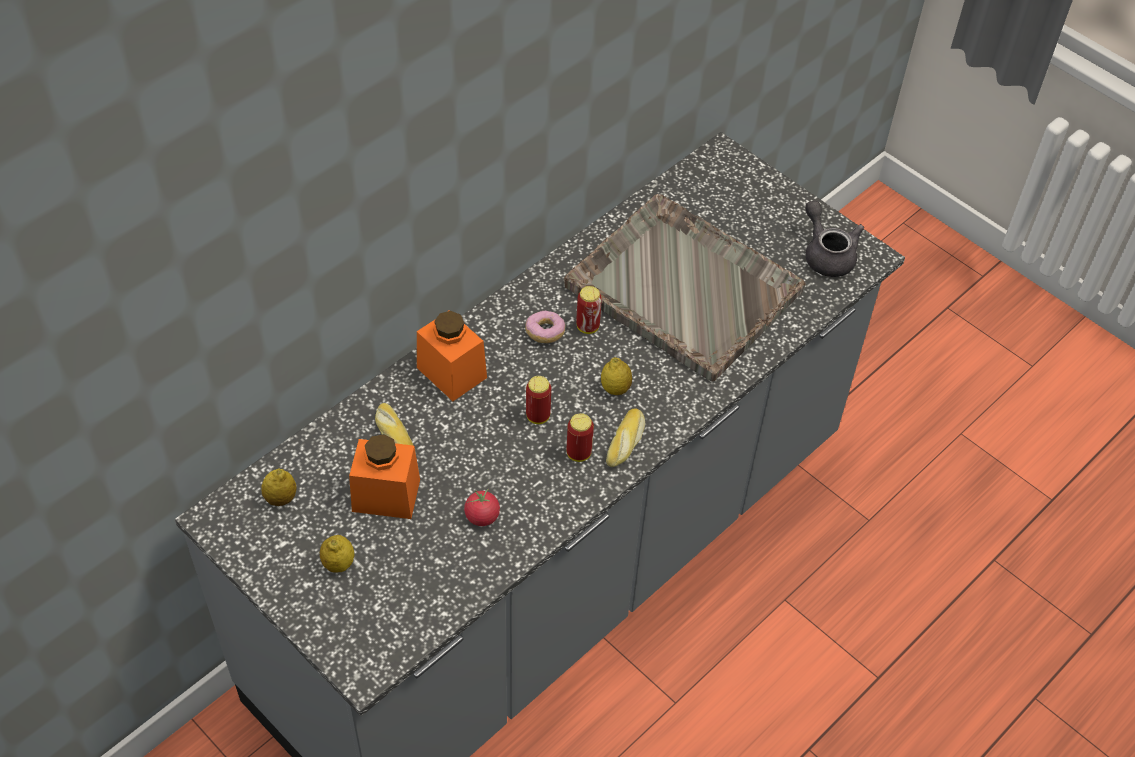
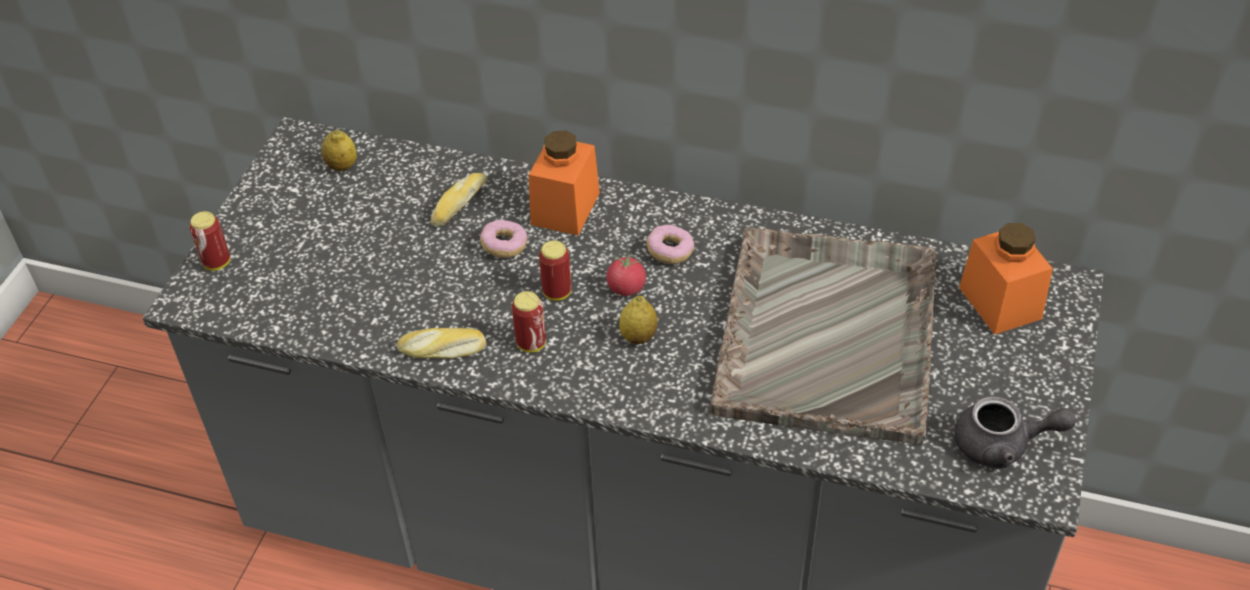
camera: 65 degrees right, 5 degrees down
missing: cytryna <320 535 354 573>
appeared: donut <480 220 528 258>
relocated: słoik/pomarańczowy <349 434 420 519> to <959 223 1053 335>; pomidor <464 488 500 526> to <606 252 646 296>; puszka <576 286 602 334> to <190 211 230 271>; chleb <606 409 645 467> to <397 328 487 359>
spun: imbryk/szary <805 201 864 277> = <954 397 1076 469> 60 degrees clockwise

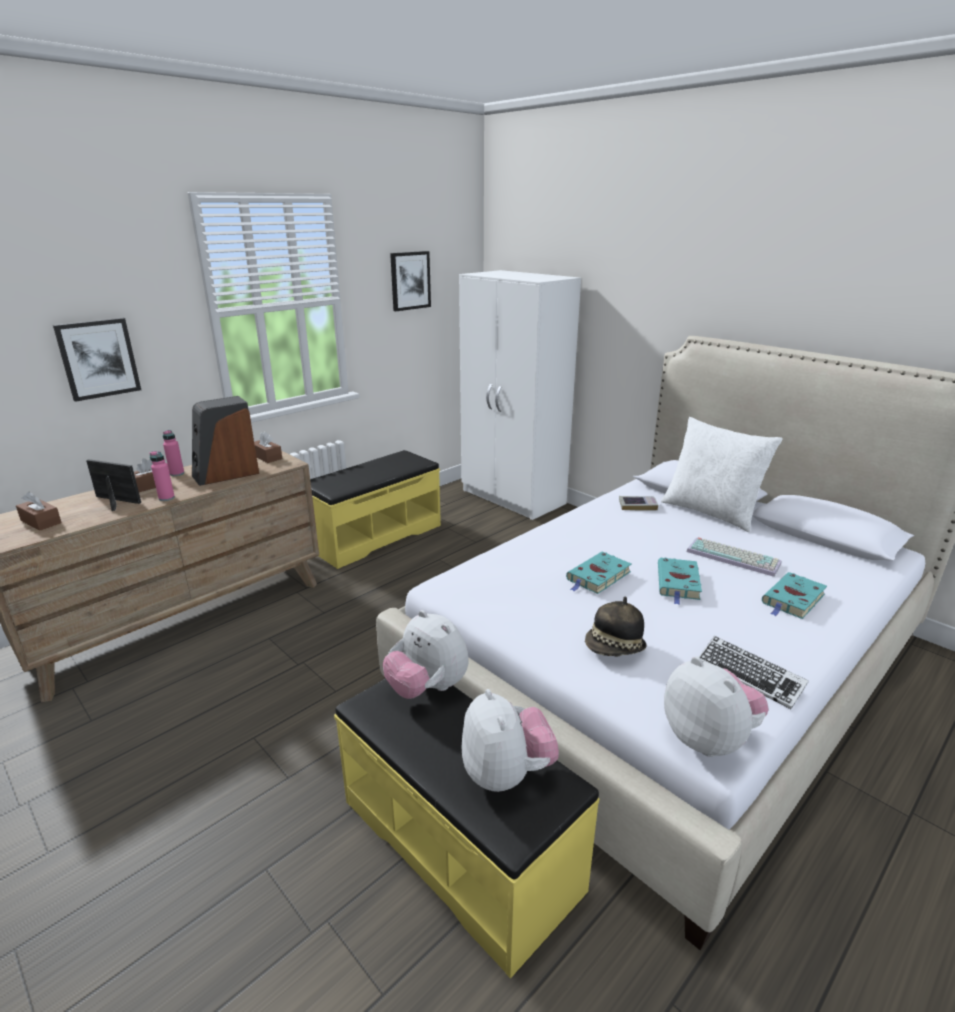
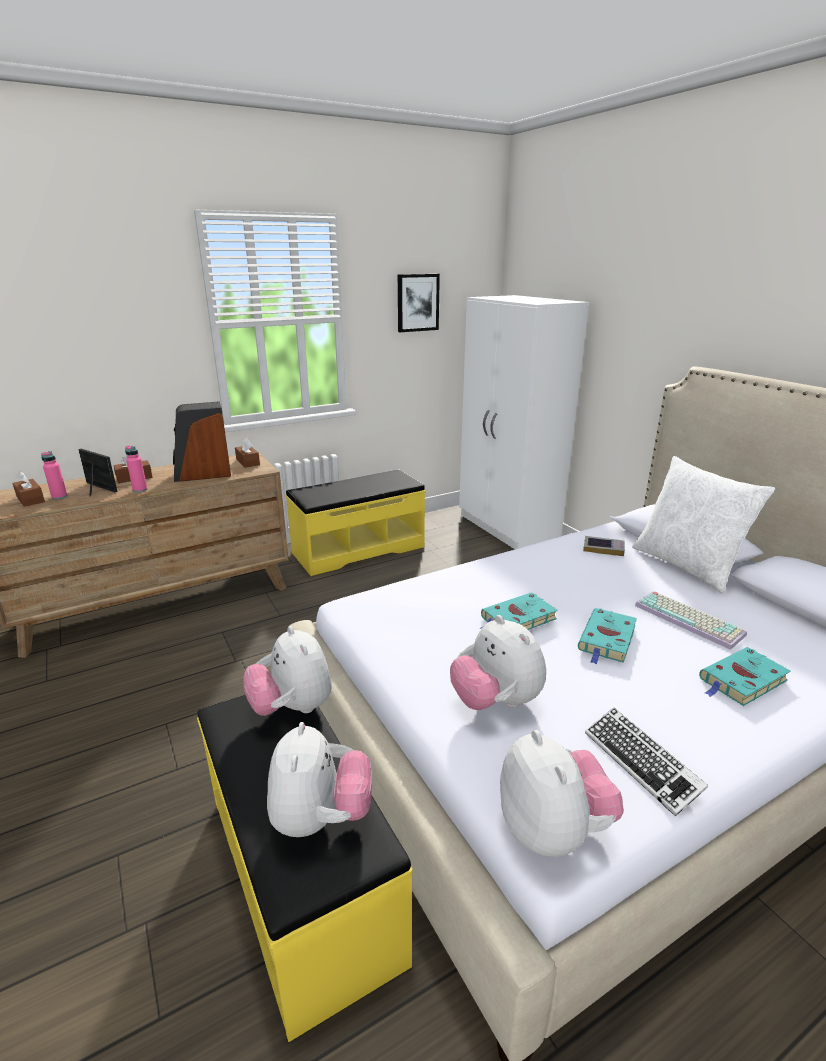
camera: 15 degrees right, 0 degrees up
missing: obraz <53 318 141 402>
relocated: butelka/różowy <163 430 184 476> to <41 451 67 499>
exchanged: kapelusz <585 597 647 656> to pluszak <450 615 546 710>

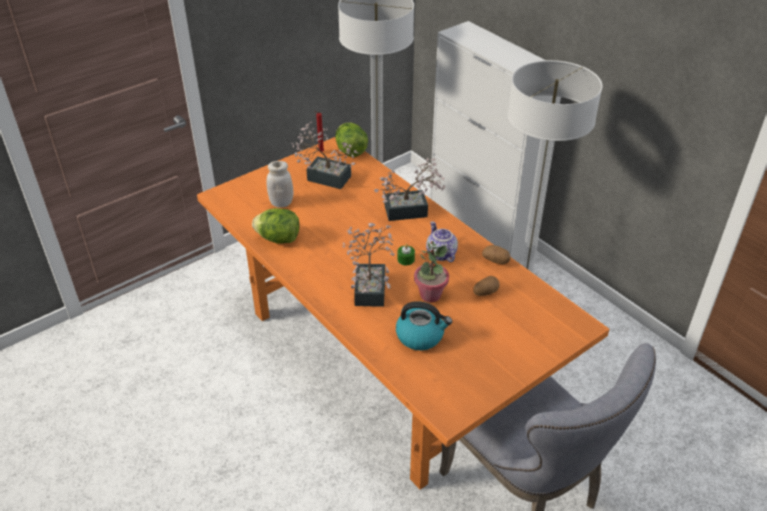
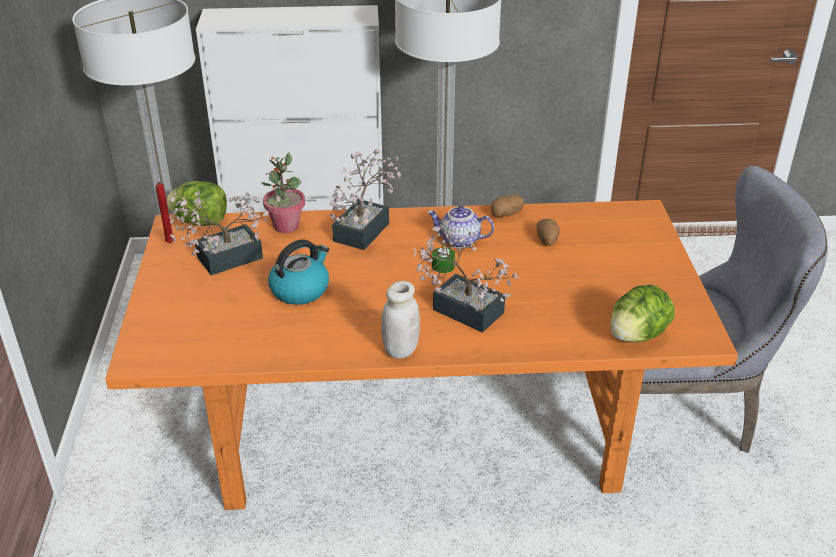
camera: 55 degrees left, 5 degrees down
relocated: sałata <252 208 300 244> to <610 285 675 342>; słoik/biały <266 161 293 208> to <381 281 420 359>; czajnik <396 301 452 350> to <268 239 329 305>; roślina doniczkowa <414 241 449 302> to <261 152 305 233>

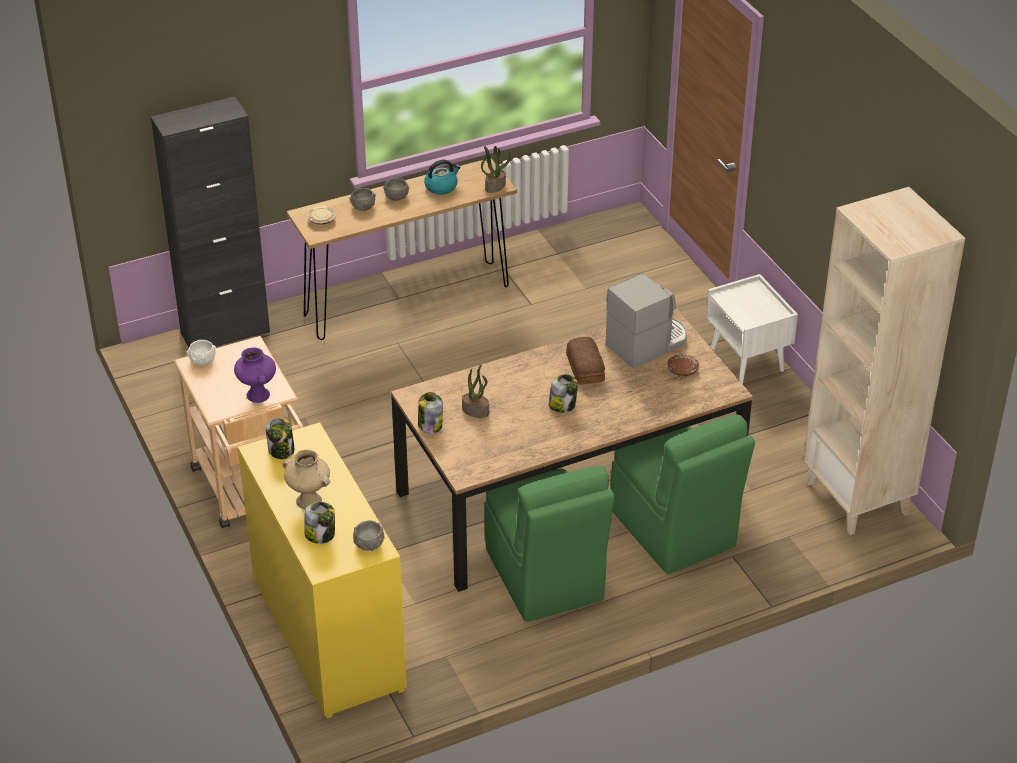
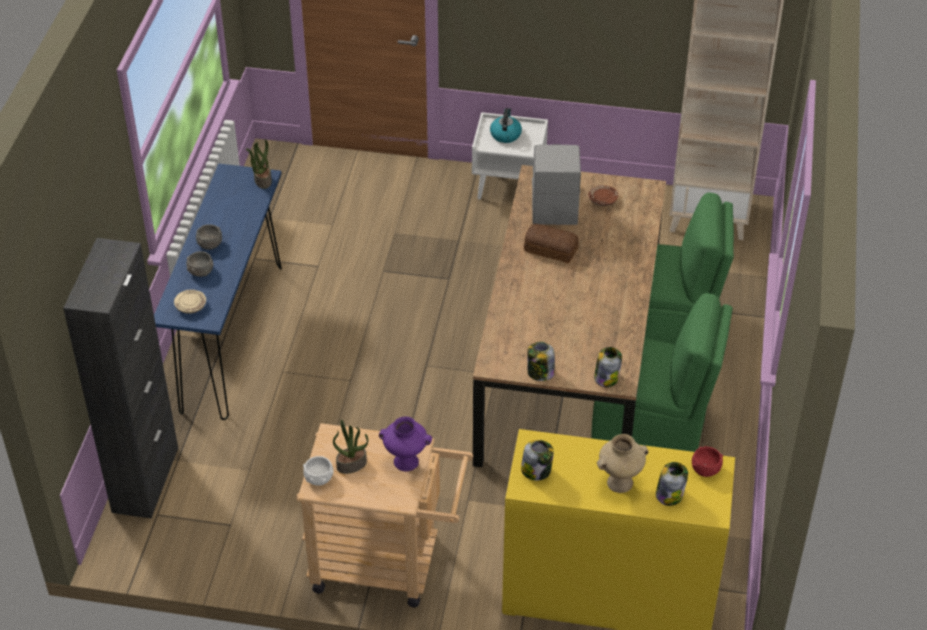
camera: 55 degrees left, 5 degrees up
relocated: czajnik <424 160 461 195> to <490 108 522 143>; roślina doniczkowa <462 364 489 418> to <333 420 368 474>; słoik <549 374 578 413> to <594 347 622 387>
colour: stolik konsolowy/brązowy <287 159 517 340> to stolik konsolowy/niebieski <154 164 282 420>; miska/szary <353 520 385 551> to miska/czerwony <692 446 723 477>

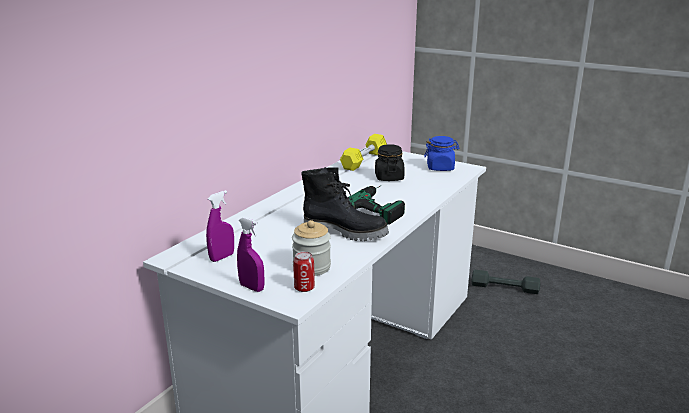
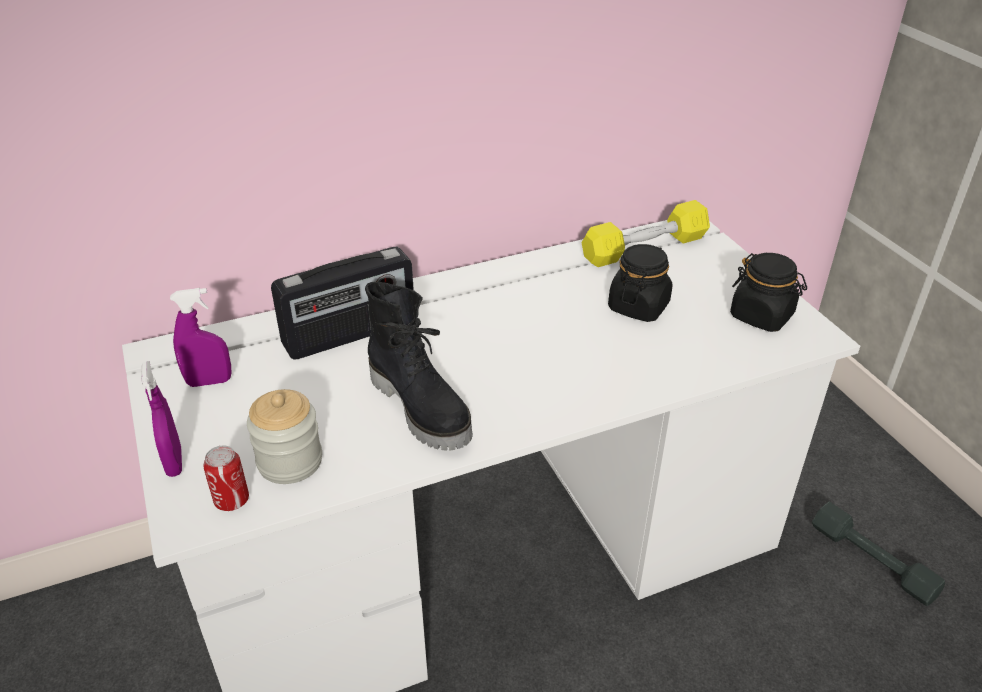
camera: 35 degrees right, 15 degrees up
missing: wiertarka <349 185 405 225>
appeared: radio <271 247 414 360>
colour: słoik/niebieski <424 136 460 171> to słoik/czarny <730 253 807 332>

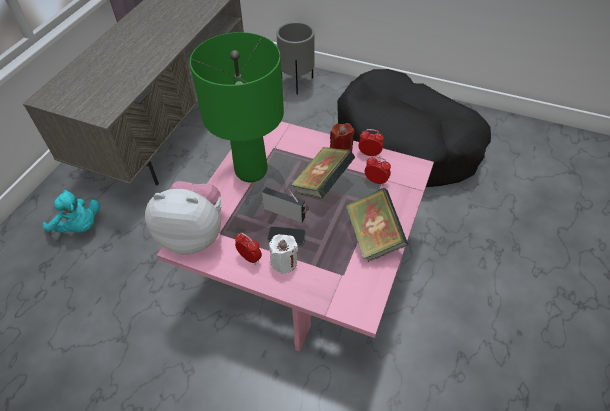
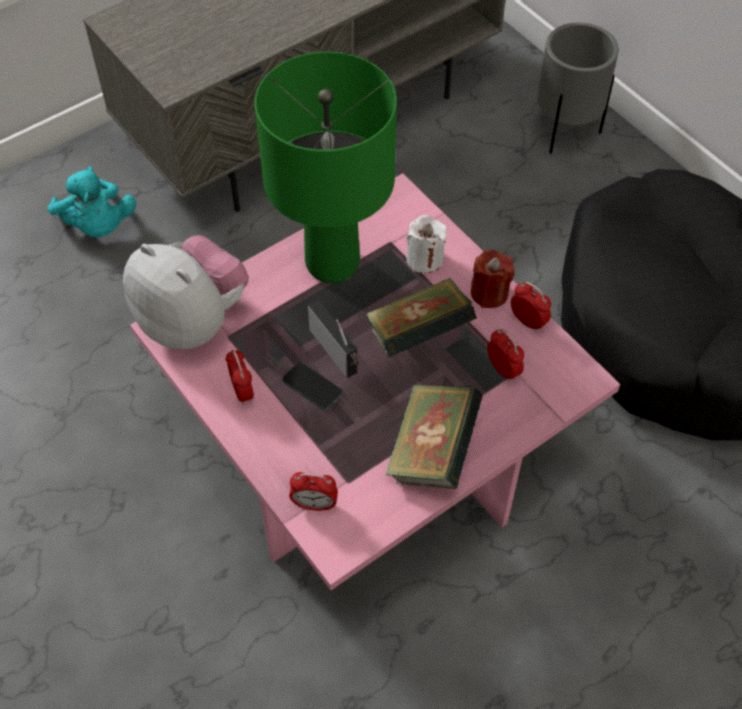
camera: 30 degrees right, 5 degrees up
appeared: budzik <289 472 338 511>
relocated: świeca/biały <269 234 298 274> to <406 215 447 273>

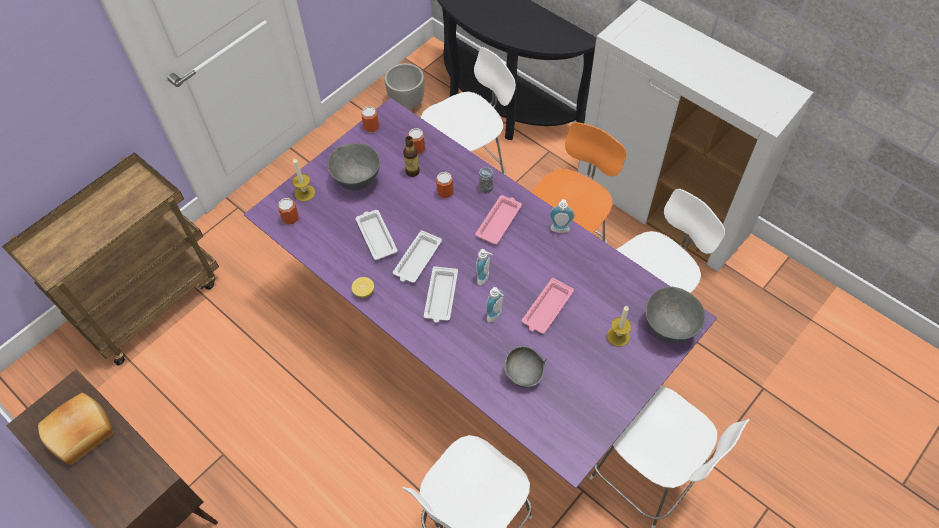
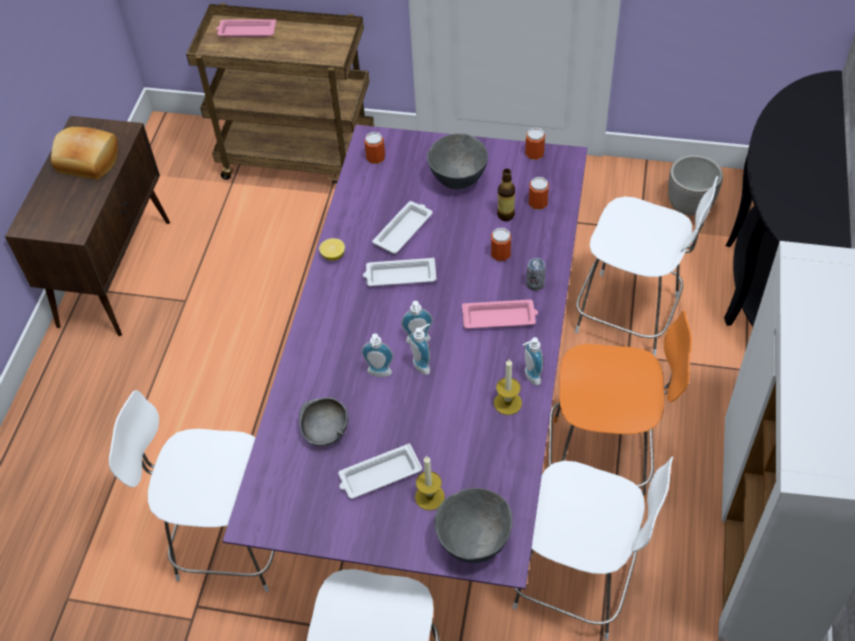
camera: 60 degrees right, 5 degrees down
appeared: dozownik mydła <410 324 430 375>
relocated: świeca <292 158 315 201> to <494 359 522 415>; taca/biały <424 266 458 323> to <338 443 422 499>; taca/różowy <522 278 574 334> to <216 19 276 37>

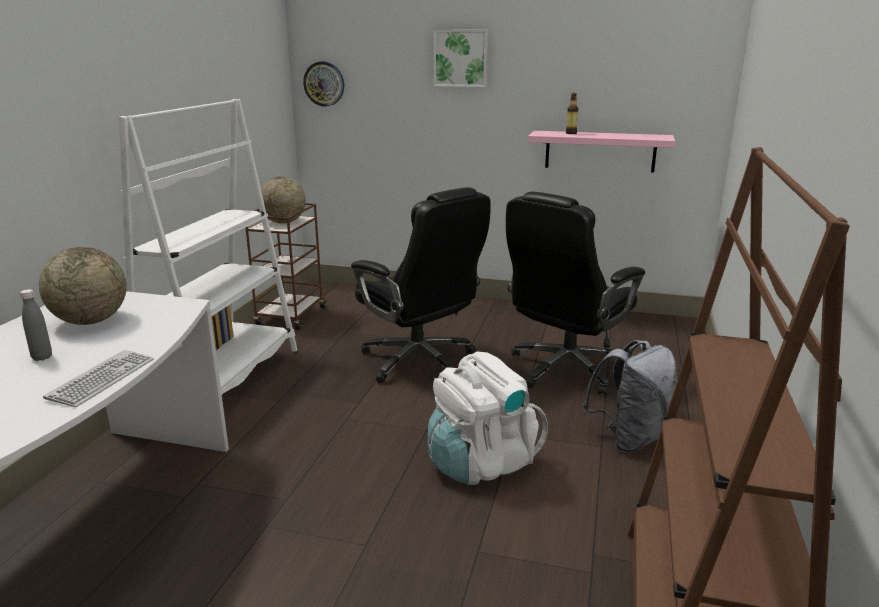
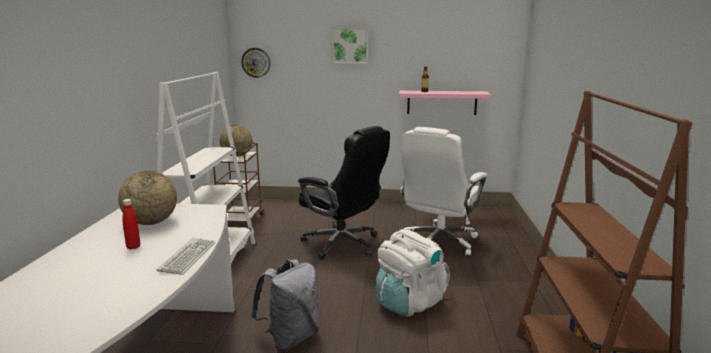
camera: 10 degrees left, 5 degrees down
relocated: plecak/szary <583 340 677 452> to <251 259 319 351>
colour: butelka/szary <20 289 52 361> to butelka/czerwony <123 199 140 249>; krzesło biurowe/czarny <506 192 645 396> to krzesło biurowe/biały <400 127 487 256>

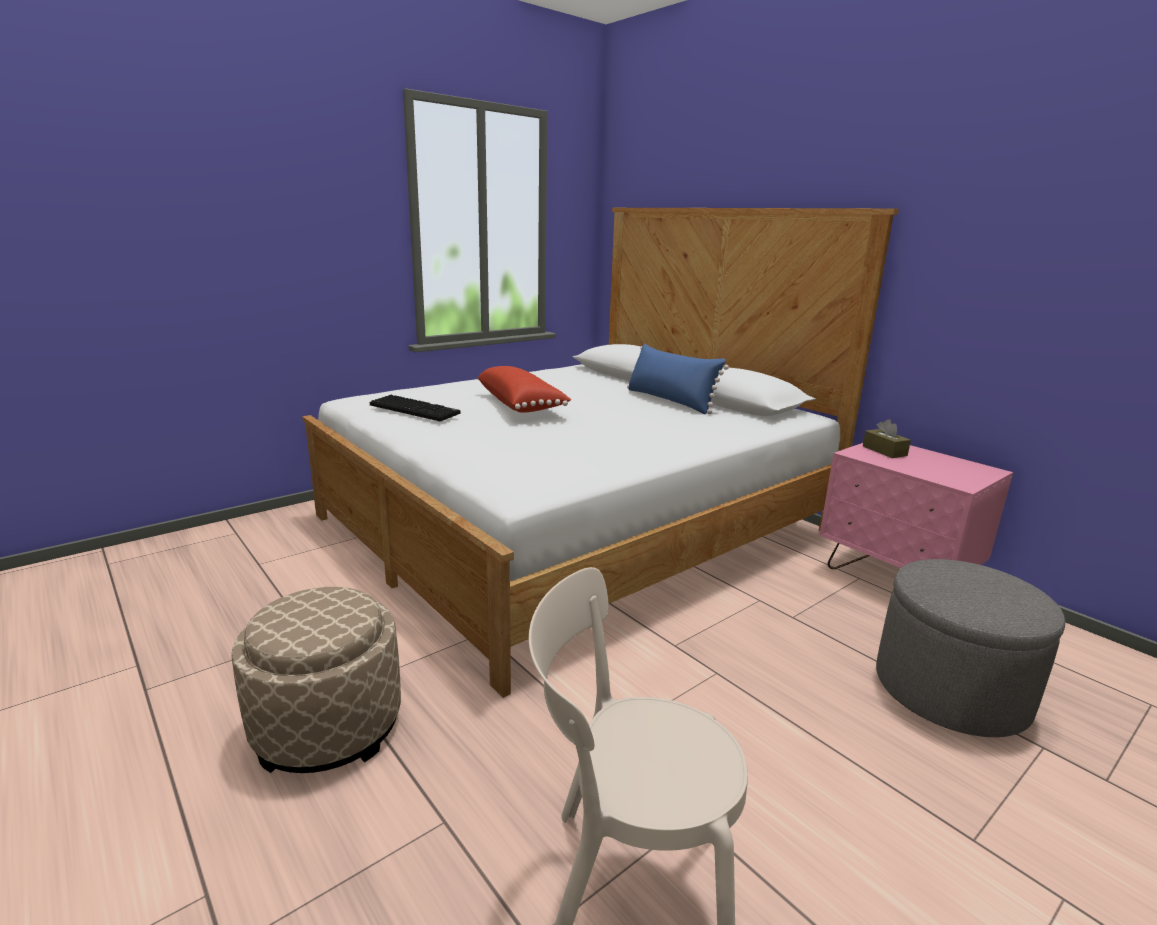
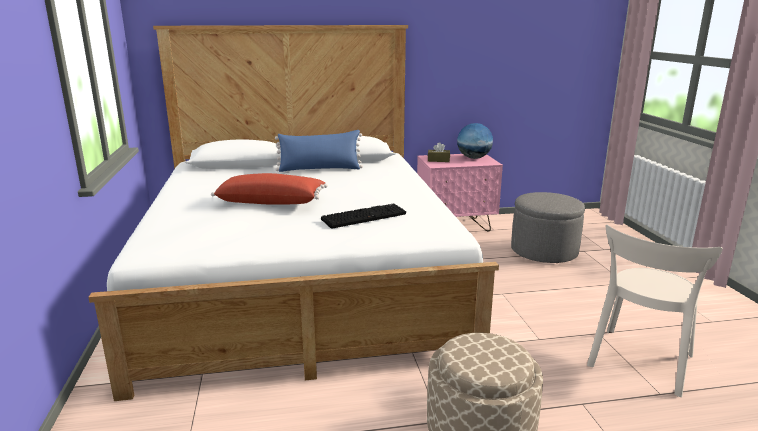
camera: 60 degrees left, 0 degrees up
appeared: globus <457 123 493 159>
relocated: klawiatura <369 395 461 421> to <321 203 406 229>

